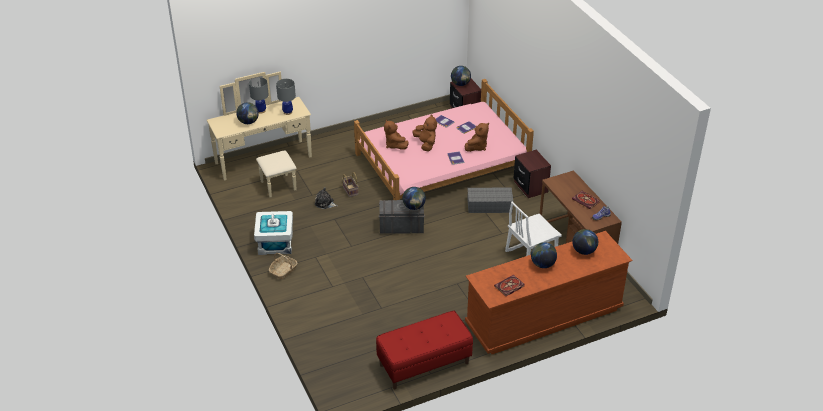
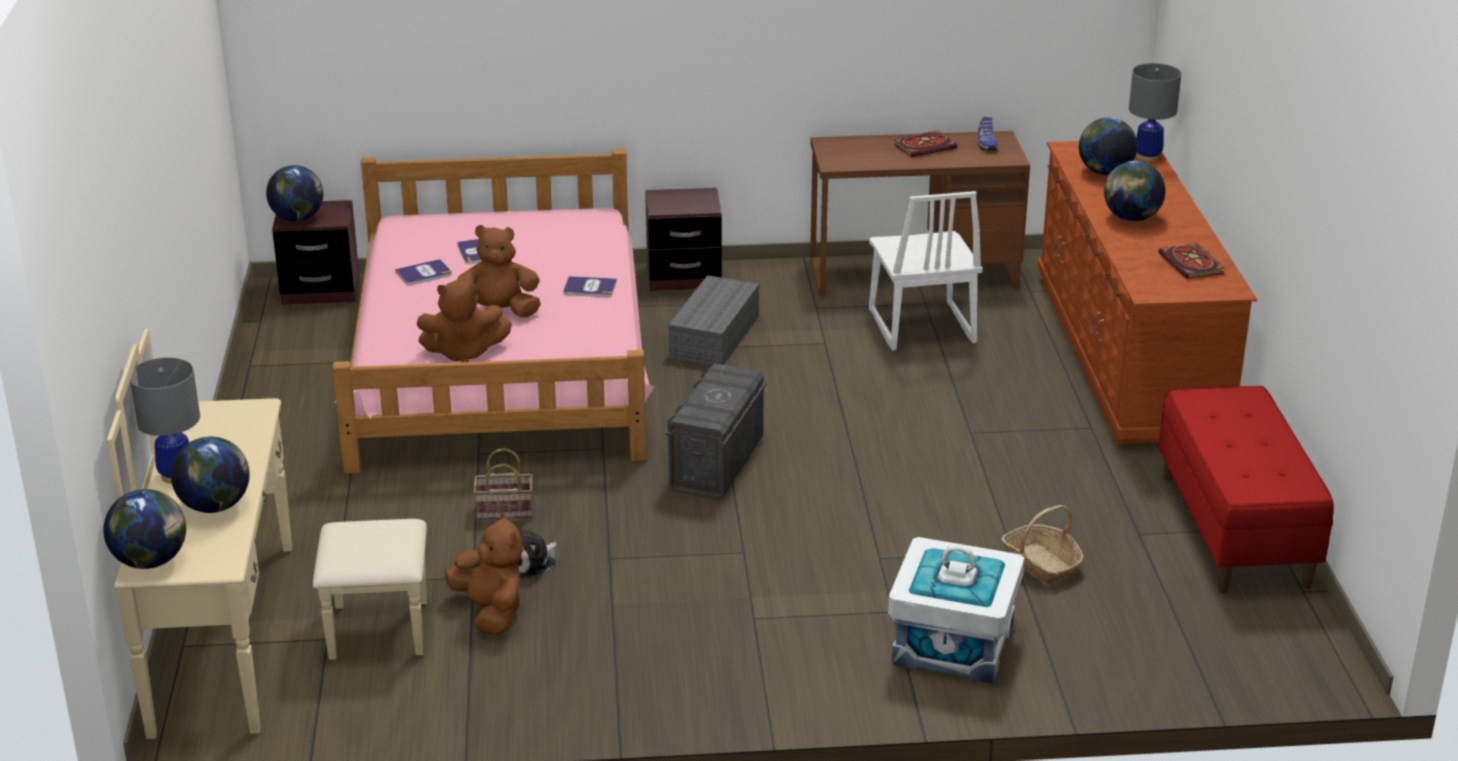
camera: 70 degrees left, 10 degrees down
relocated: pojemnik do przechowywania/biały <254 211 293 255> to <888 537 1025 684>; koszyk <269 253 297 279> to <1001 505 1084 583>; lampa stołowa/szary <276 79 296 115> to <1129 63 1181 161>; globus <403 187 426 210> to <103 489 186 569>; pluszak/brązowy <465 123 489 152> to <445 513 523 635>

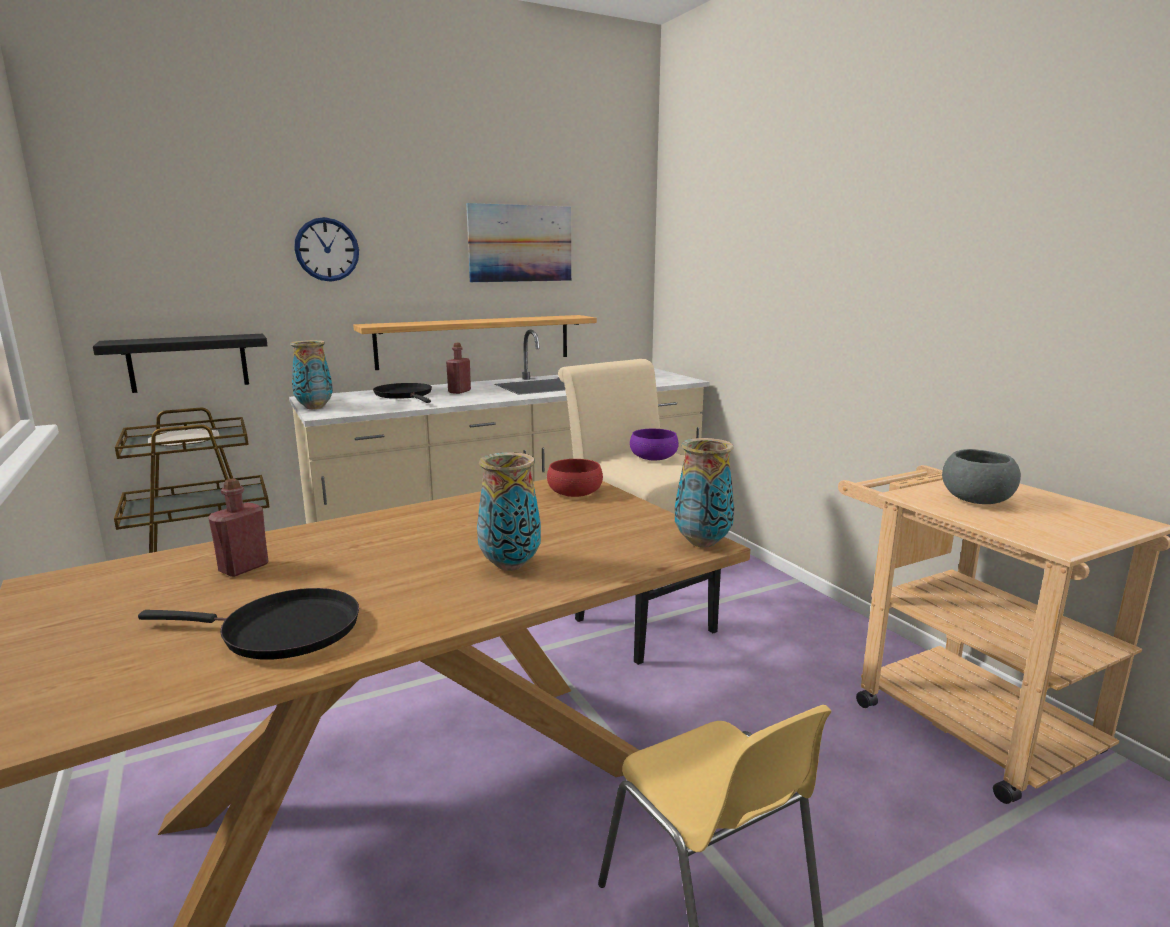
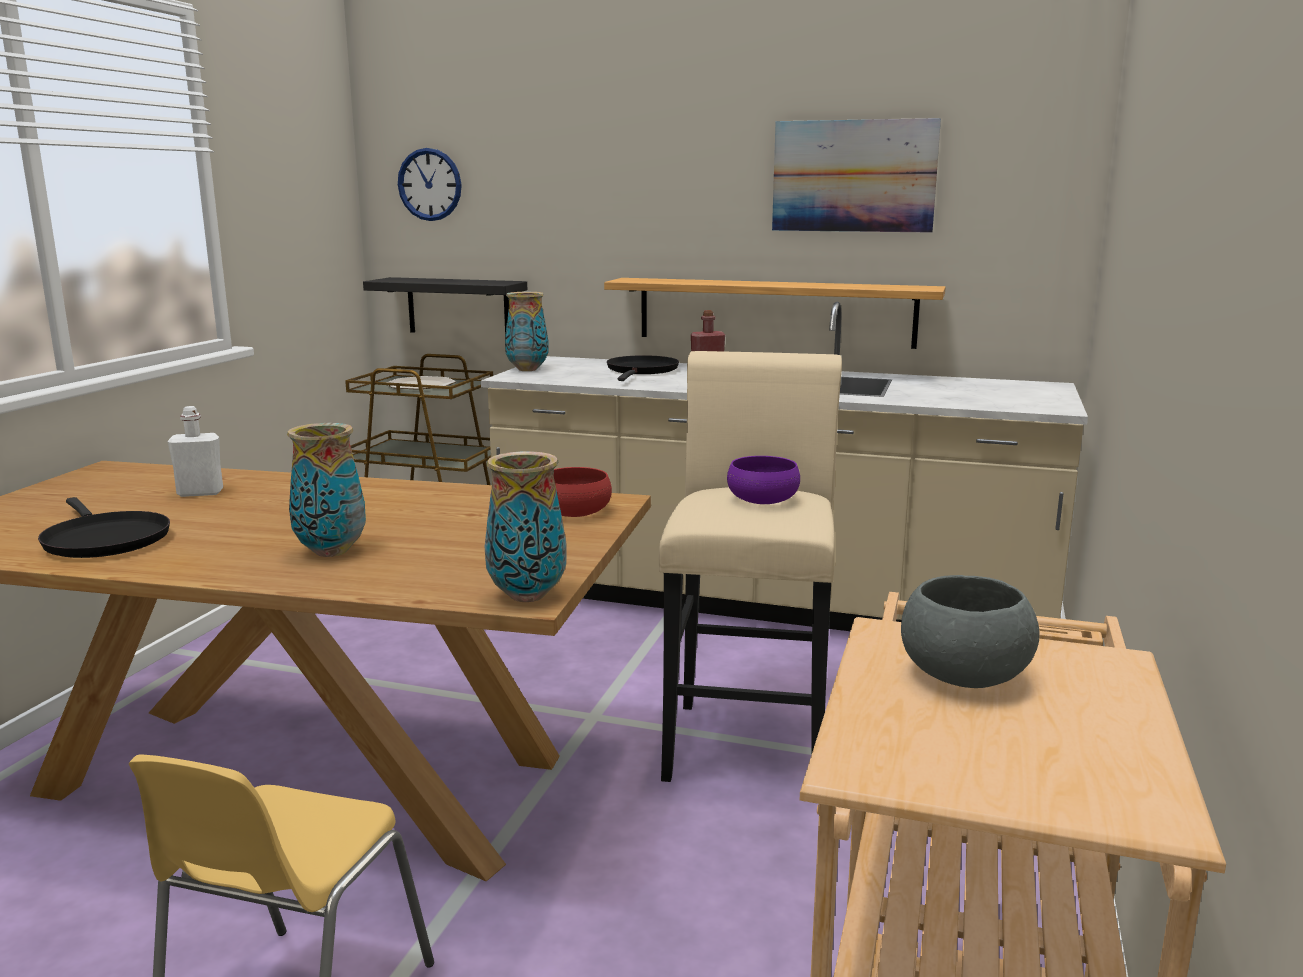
camera: 45 degrees right, 0 degrees up
relocated: zegar ścienny <294 217 359 282> to <398 148 462 221>
colour: butelka/czerwony <208 478 268 577> to butelka/biały <168 406 223 497>

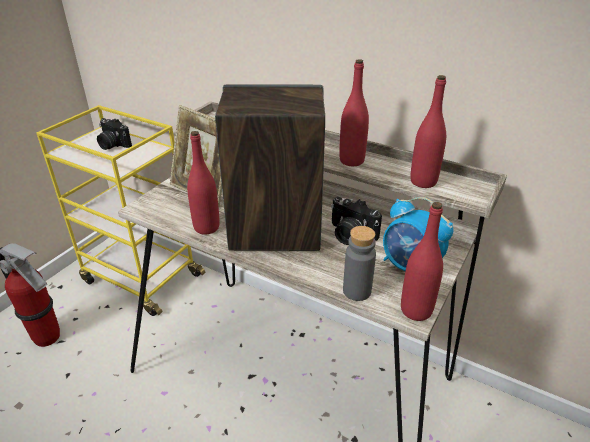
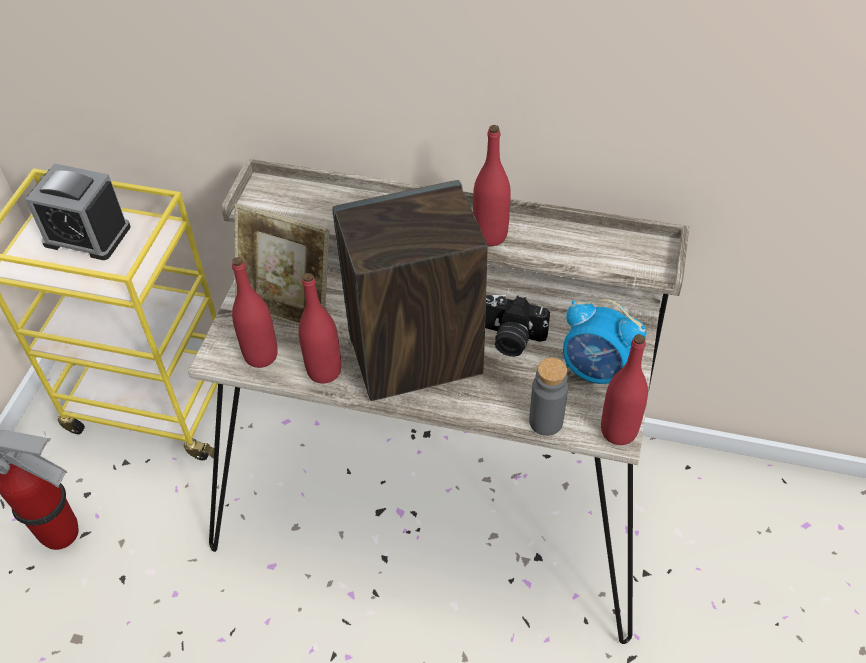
camera: 15 degrees left, 15 degrees up
relocated: butelka/czerwony <410 75 446 188> to <232 257 278 368>
exchanged: aparat fotograficzny <97 118 132 150> to budzik <25 163 130 260>

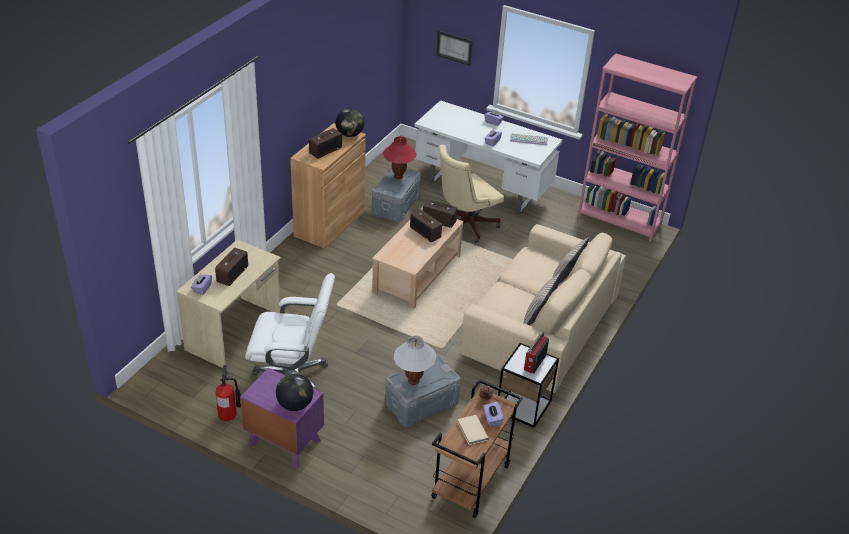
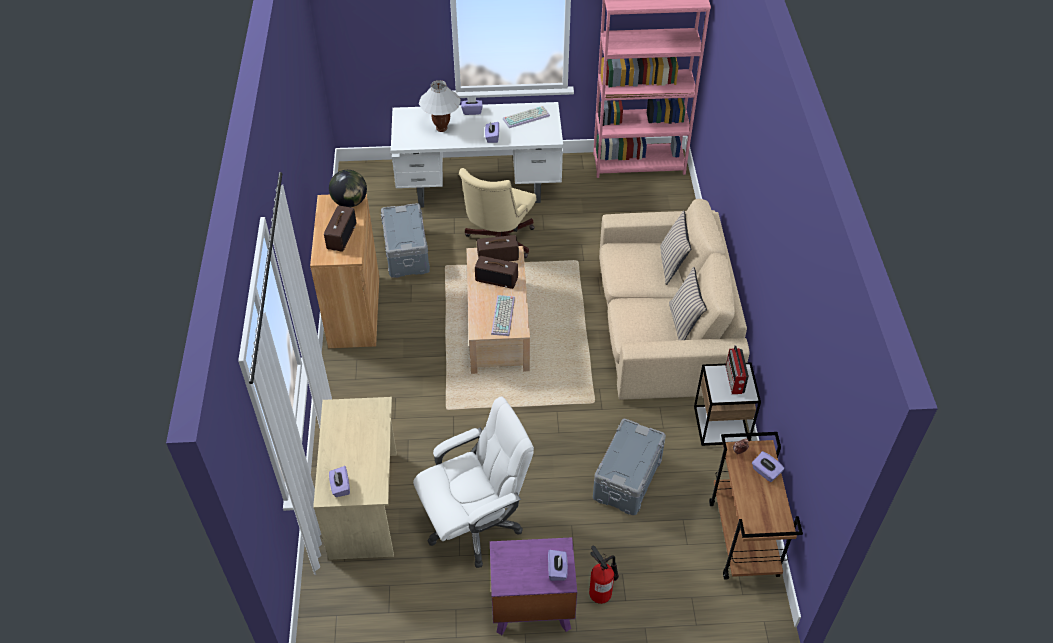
camera: 30 degrees left, 10 degrees up
missing: radio <215 248 248 286>; lampa stołowa/czerwony <383 136 417 179>; obraz <436 31 473 66>; książka/beżowy <458 415 489 445>
appeared: klawiatura <491 295 515 336>
relocated: gaśnica <216 365 241 421> to <589 545 619 604>; lampa stołowa/biały <394 336 436 385> to <419 80 461 132>
exchanged: globus <276 373 313 411> to pudełko chusteczek/fioletowy <548 550 568 581>

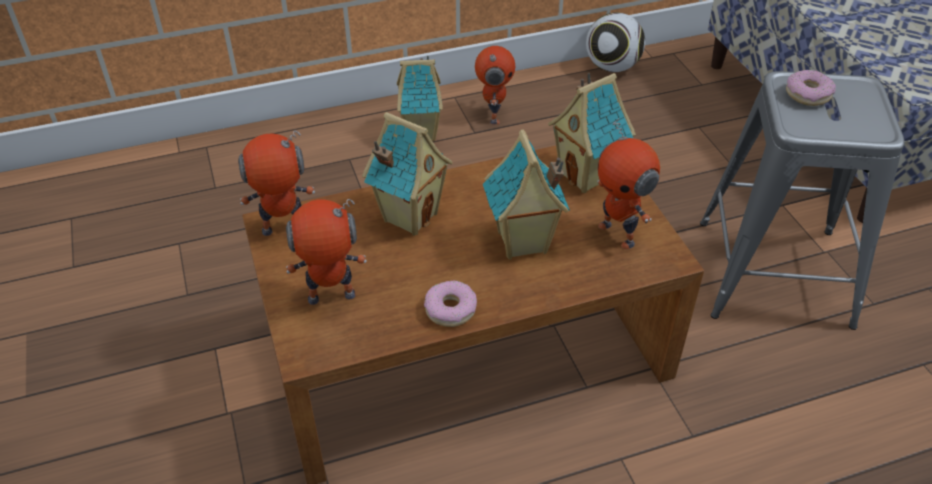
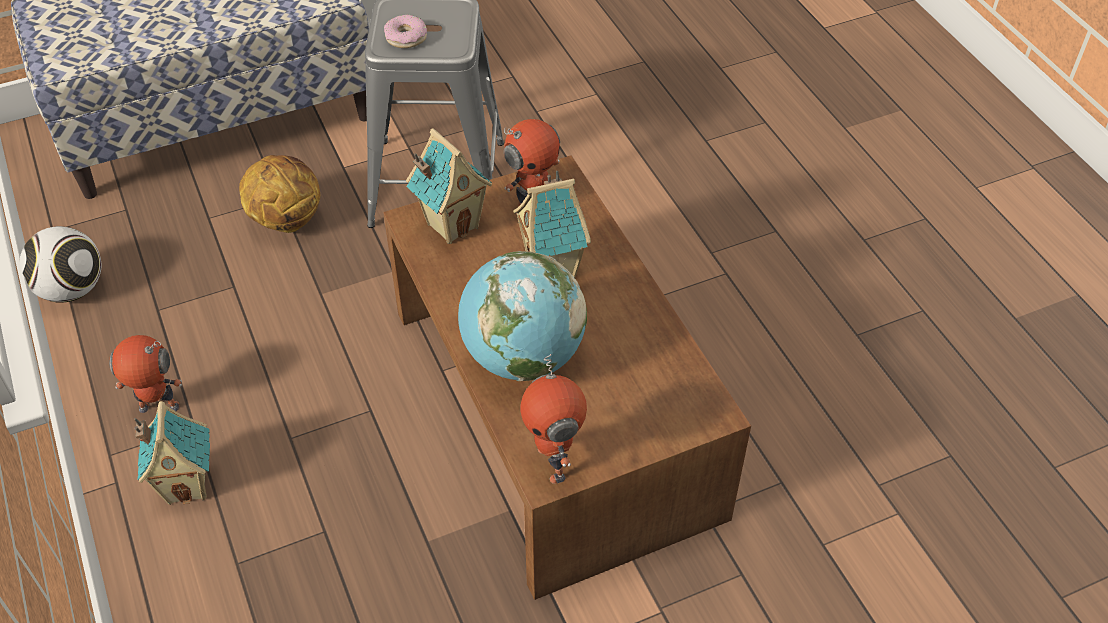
camera: 95 degrees left, 5 degrees up
missing: robot zabawkowy <286 199 367 305>; donut <424 280 477 327>
appeared: piłka do koszykówki <239 155 320 233>
exchanged: domek <362 112 453 235> to globus <458 251 587 381>

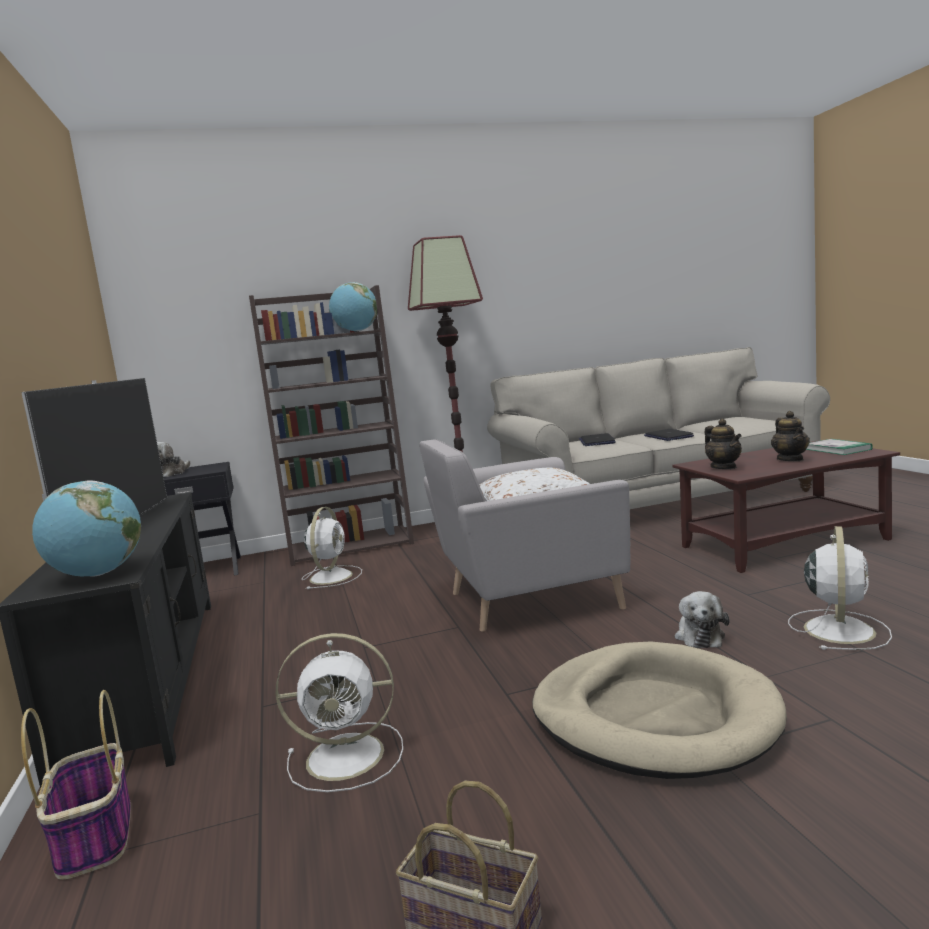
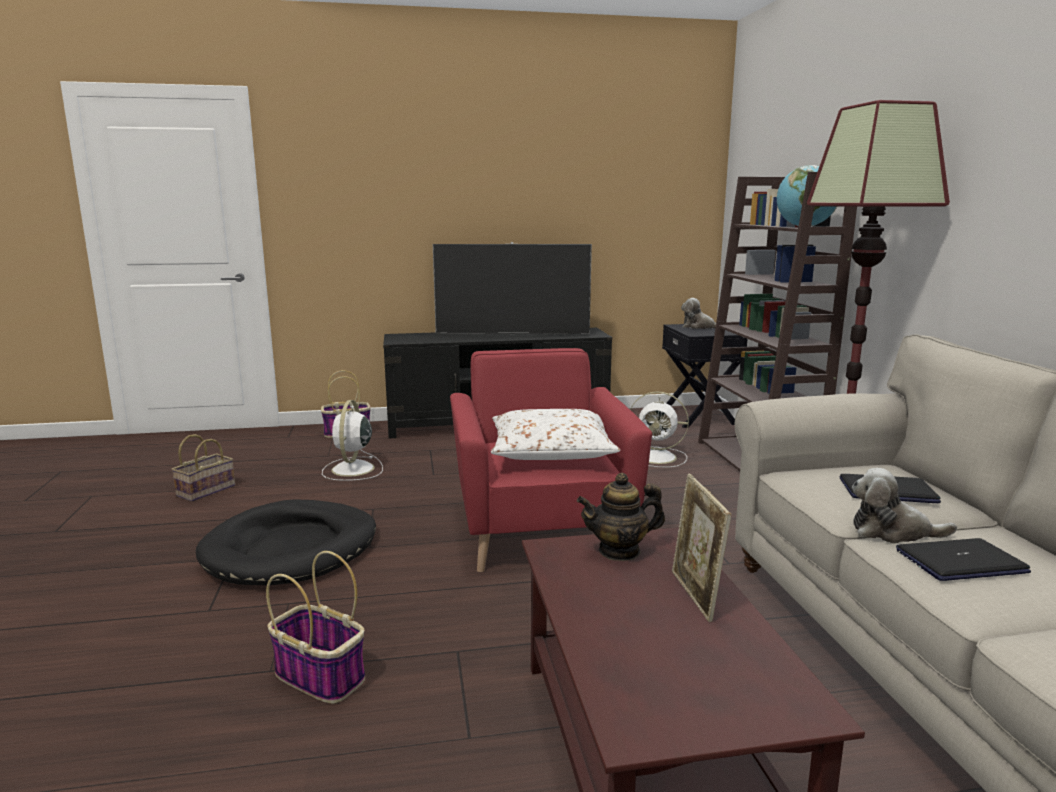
camera: 95 degrees right, 5 degrees up
missing: globus <32 480 141 576>; imbryk <771 411 810 461>; książka <806 439 873 455>
appeared: ramka na zdjęcie <672 474 731 622>
relocated: pluszak <675 591 729 648> to <852 468 957 543>
exchanged: wentylator/biały <788 526 892 650> to koszyk <266 551 365 704>
colour: fotel/szary <419 439 630 632> to fotel/czerwony <450 348 652 572>; legowisko/beżowy <532 641 787 779> to legowisko/czarny <196 499 376 585>

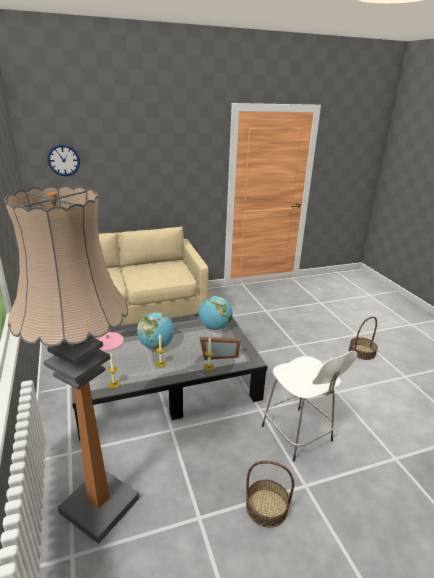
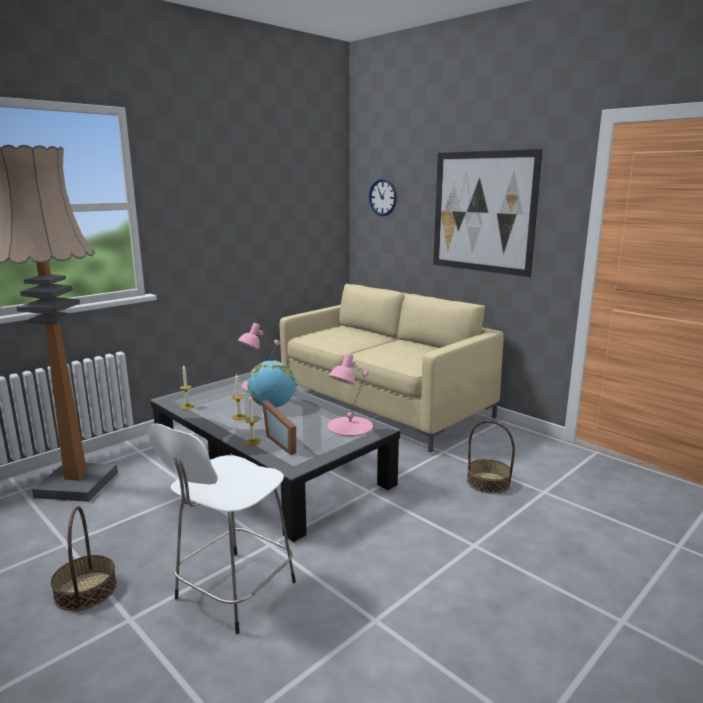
camera: 65 degrees right, 10 degrees down
appeared: obraz <433 149 543 277>
relocated: koszyk <349 317 378 360> to <467 420 515 494>
exchanged: globus <199 296 233 330> to lampa stołowa/różowy <328 353 373 436>

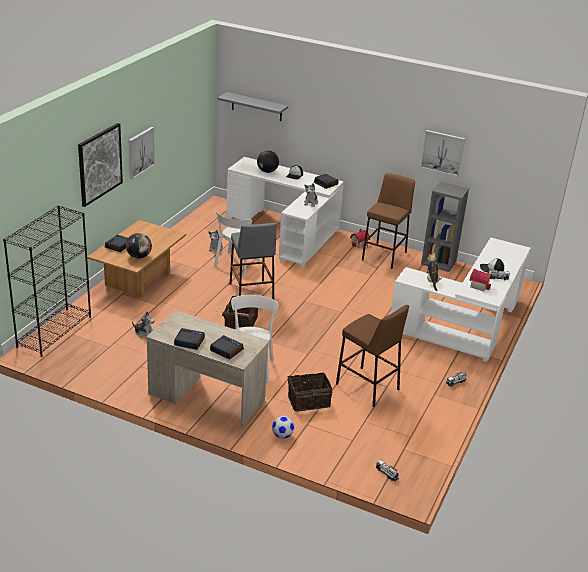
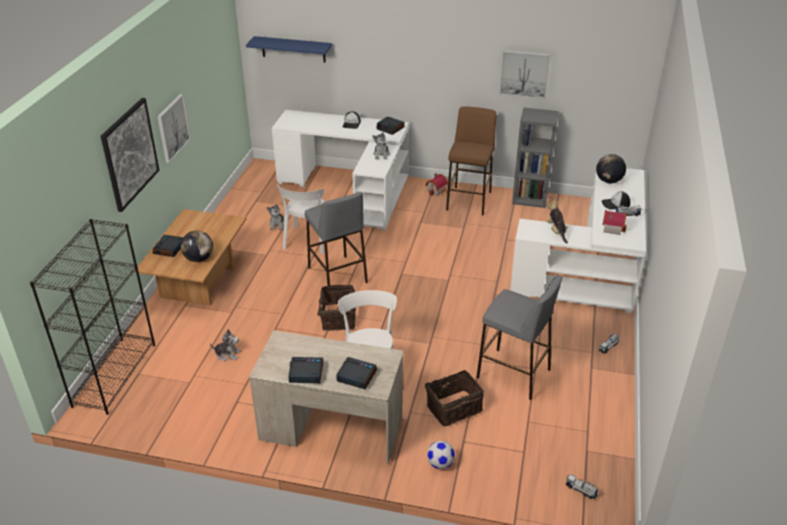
camera: 10 degrees left, 5 degrees up
relocated: globus <257 151 279 173> to <596 154 626 183>
colour: półka/szary <218 92 288 121> to półka/niebieski <246 36 332 63>; stołek/brązowy <336 305 409 407> to stołek/szary <477 275 562 400>

